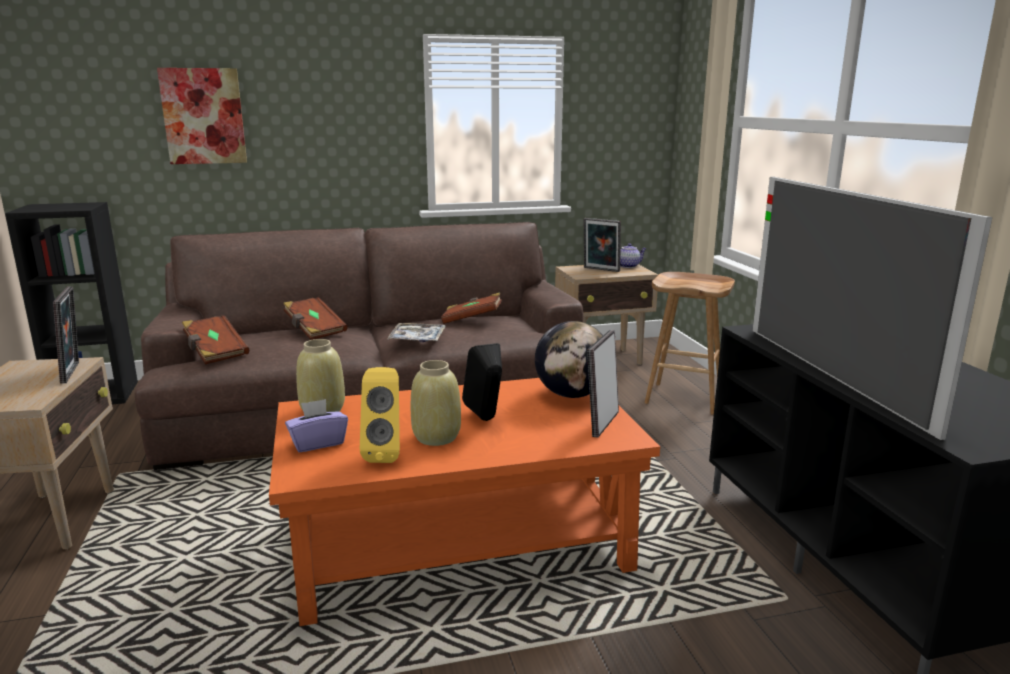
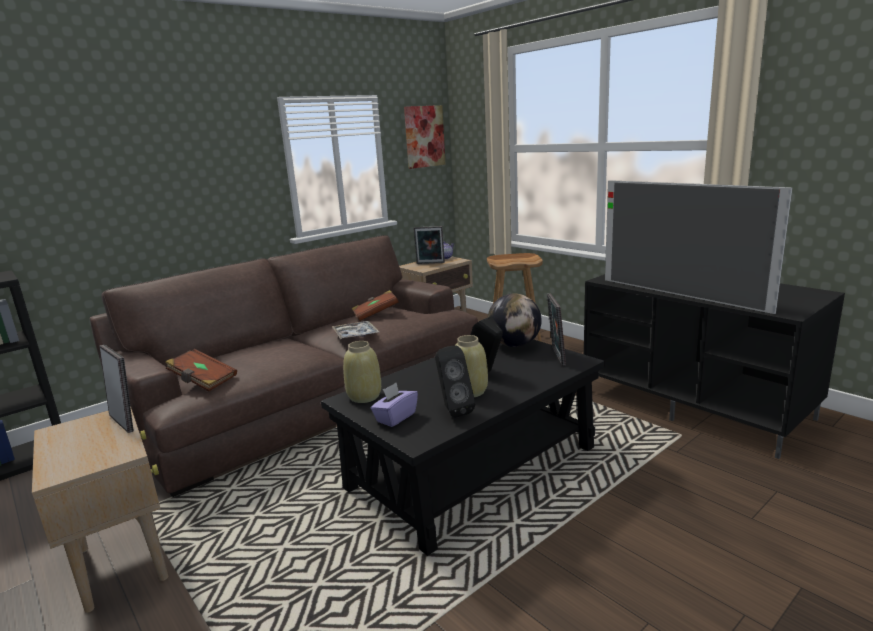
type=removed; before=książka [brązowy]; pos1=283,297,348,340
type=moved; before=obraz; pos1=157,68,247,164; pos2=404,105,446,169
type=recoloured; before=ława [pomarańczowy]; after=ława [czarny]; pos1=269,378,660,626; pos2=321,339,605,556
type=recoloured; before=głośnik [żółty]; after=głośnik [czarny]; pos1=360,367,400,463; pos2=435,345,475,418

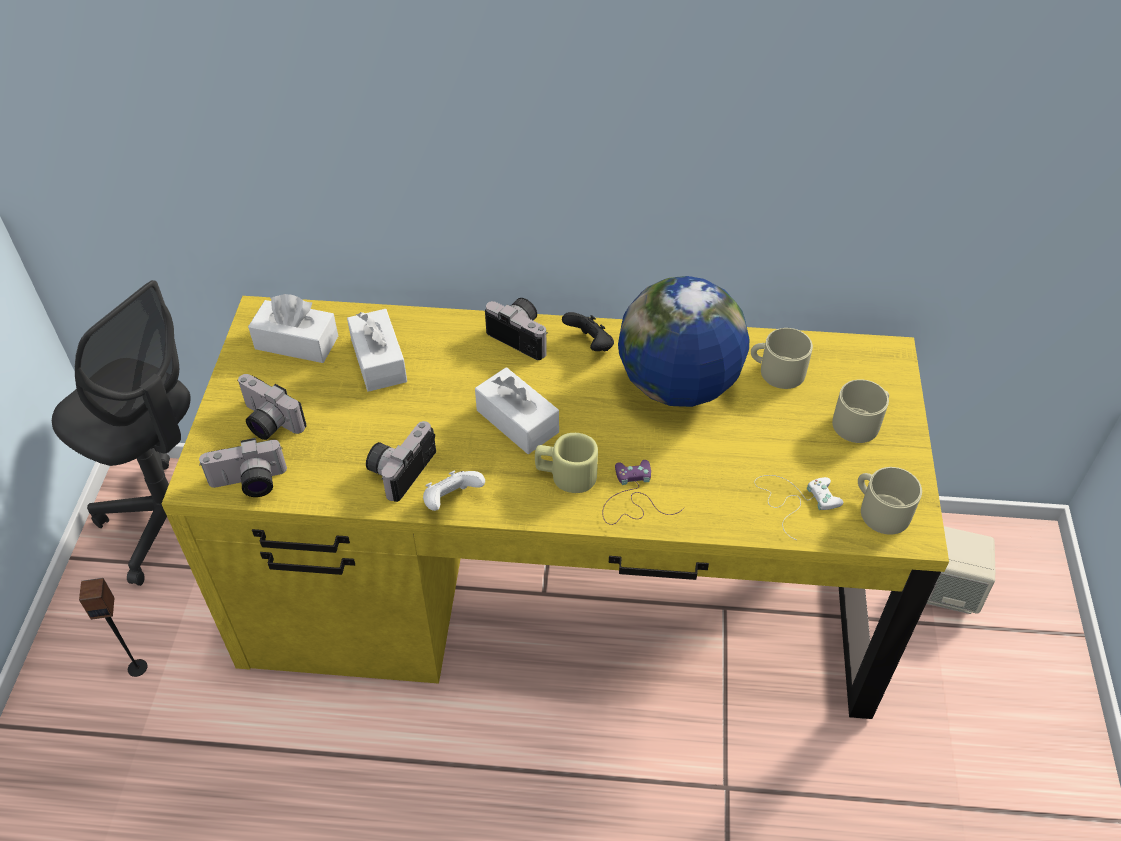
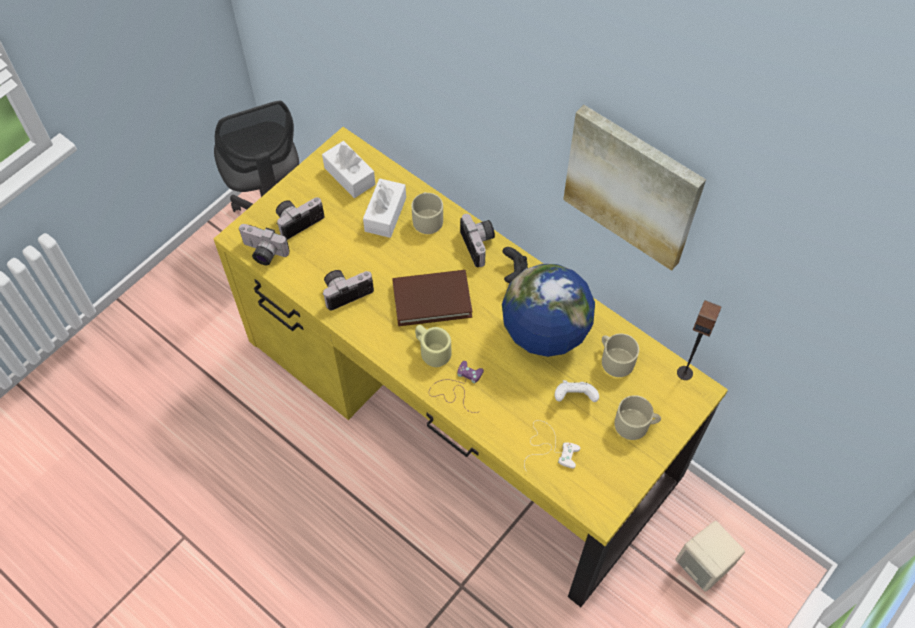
type=added; after=obraz; pos2=563,105,706,271
type=moved; before=głośnik; pos1=79,578,147,677; pos2=677,300,722,380
type=moved; before=pad do gier [biały]; pos1=423,471,485,511; pos2=555,380,599,402
type=moved; before=kubek [beżowy]; pos1=858,467,922,535; pos2=411,192,443,234
type=replaced; before=pudełko chusteczek [biały]; after=książka [brązowy]; pos1=475,367,559,454; pos2=392,270,473,326
type=turned; before=aparat fotograficzny; pos1=237,374,307,440; pos2=276,197,325,240; turn=75

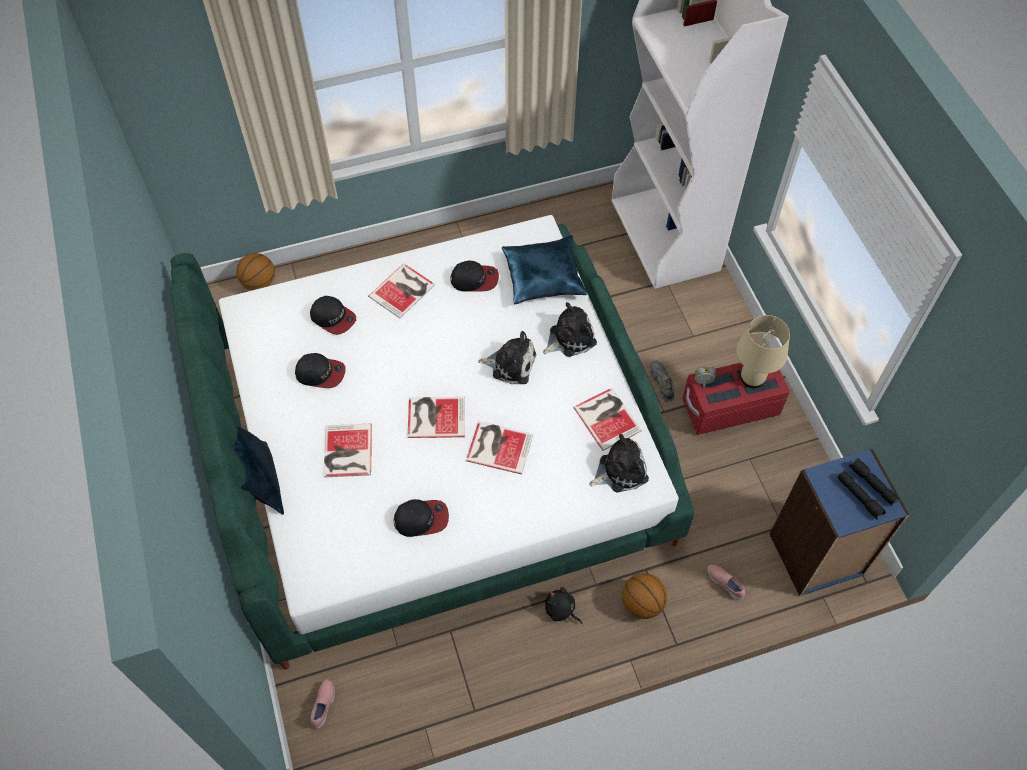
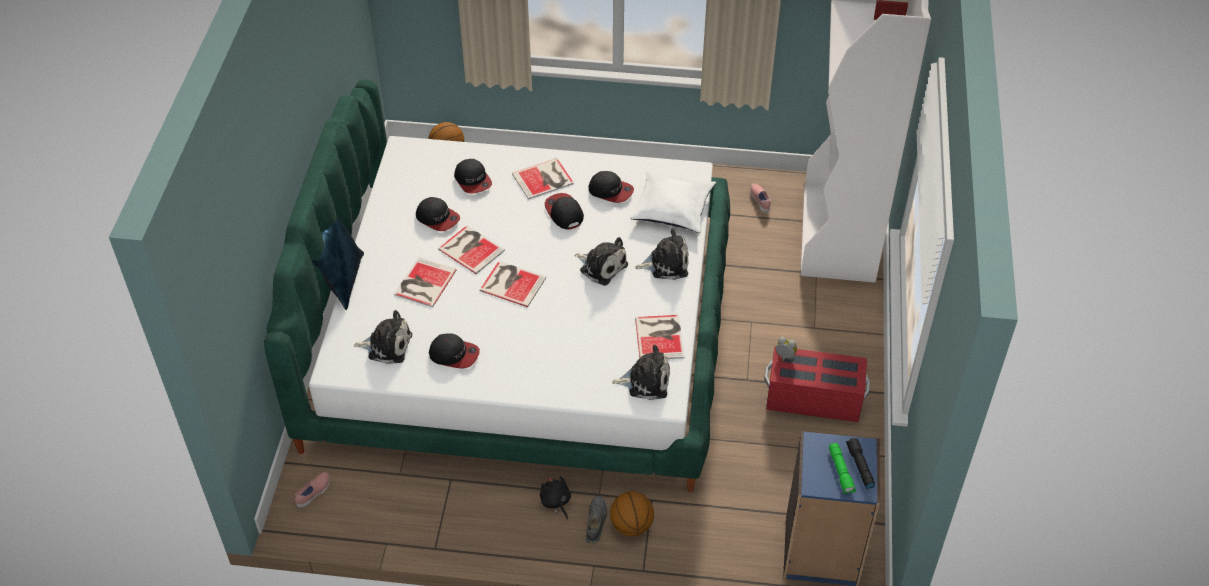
type=removed; before=lampa stołowa [beżowy]; pos1=736,315,790,388
type=added; after=pluszak; pos2=354,310,412,364
type=added; after=czapka z daszkiem; pos2=545,193,584,229
type=moved; before=książka; pos1=466,421,533,474; pos2=438,226,505,274
type=moved; before=but [szary]; pos1=650,361,674,402; pos2=586,496,607,544
type=moved; before=but [różowy]; pos1=708,565,745,600; pos2=750,183,770,213
type=recoloured; before=poduszka [niebieski]; after=poduszka [biały]; pos1=502,235,588,304; pos2=630,171,716,233
type=recoloured; before=latarka [czarny]; after=latarka [zielony]; pos1=837,471,886,519; pos2=829,443,856,494

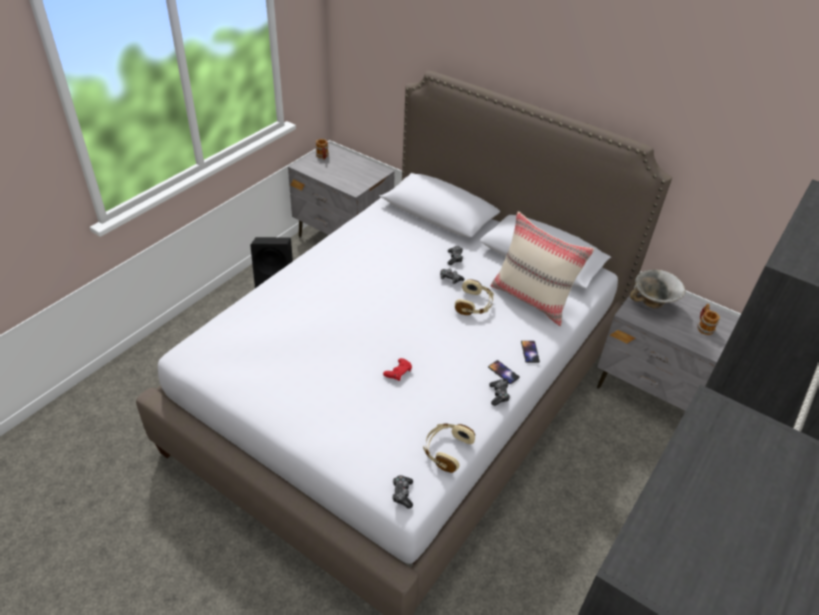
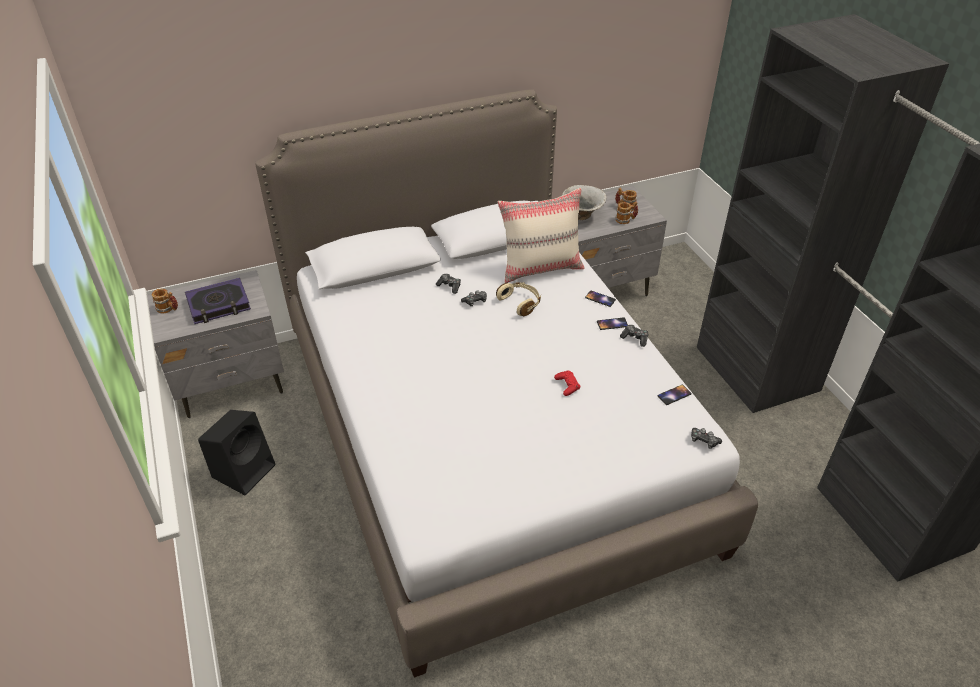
type=added; after=książka; pos2=185,278,251,324
type=added; after=kubek; pos2=615,202,638,224
type=replaced; before=słuchawki [beżowy]; after=telefon; pos1=423,423,475,473; pos2=658,385,692,405

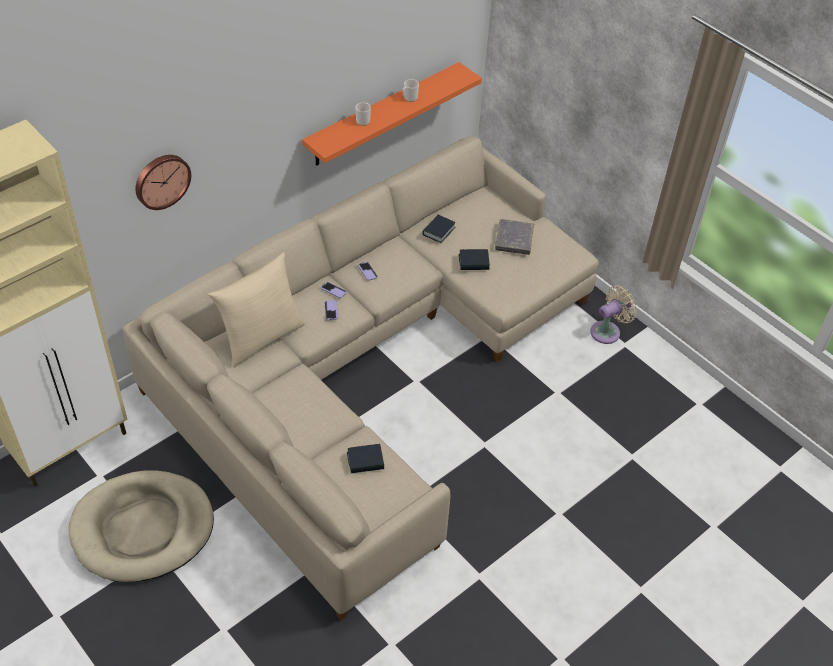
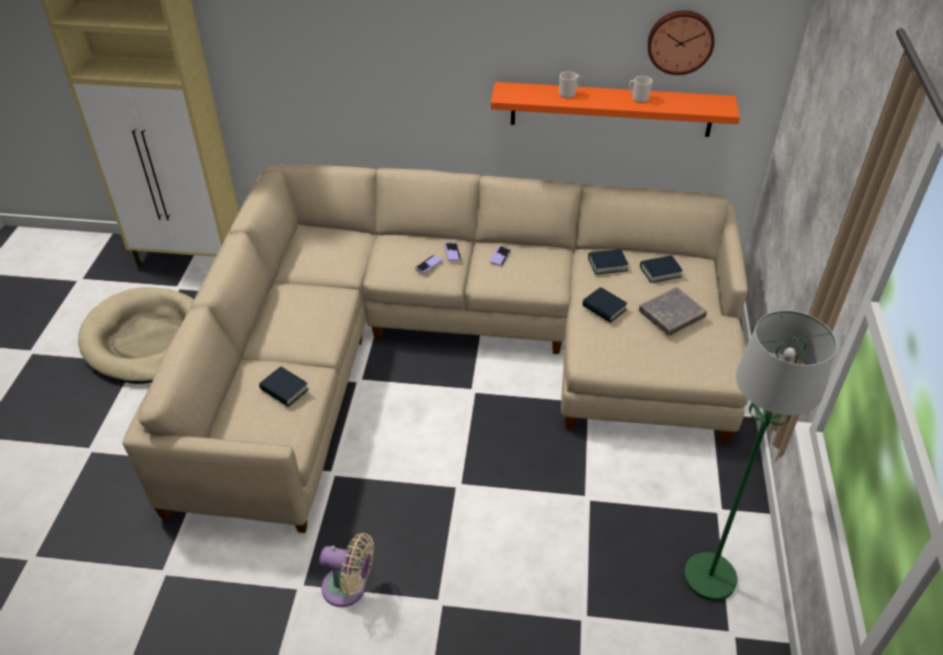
type=removed; before=poduszka [beżowy]; pos1=208,252,306,368
type=added; after=książka; pos2=640,255,683,283
type=added; after=lampa stojąca [zielony]; pos2=684,310,837,601
type=moved; before=zegar ścienny; pos1=136,155,191,210; pos2=648,10,715,75
type=moved; before=wentylator [beżowy]; pos1=590,285,637,344; pos2=320,533,374,607

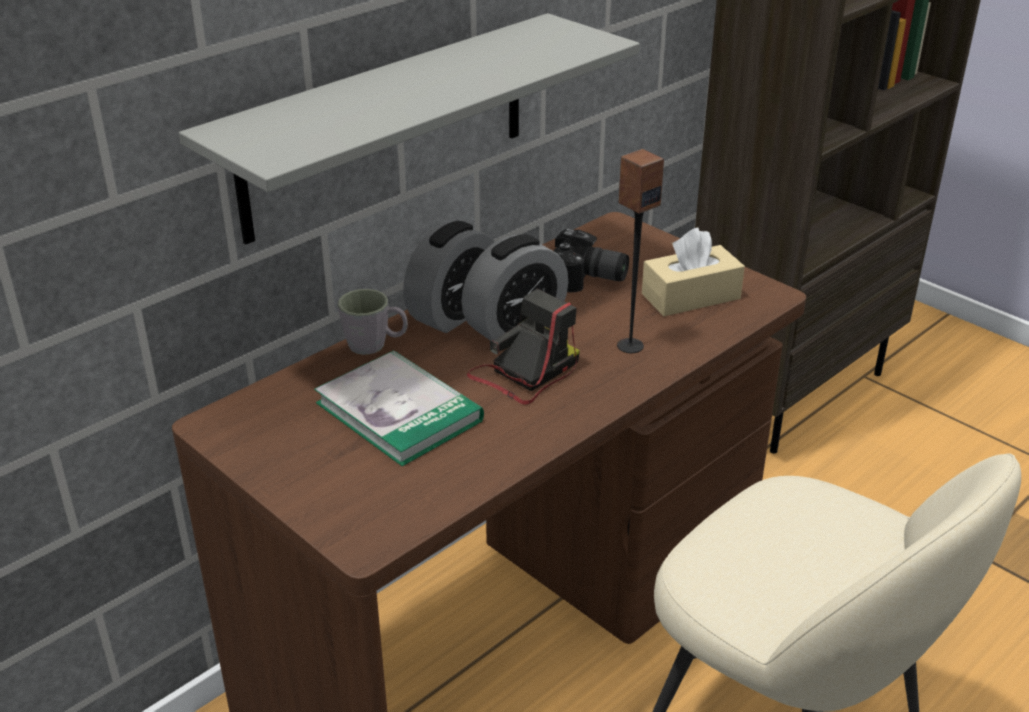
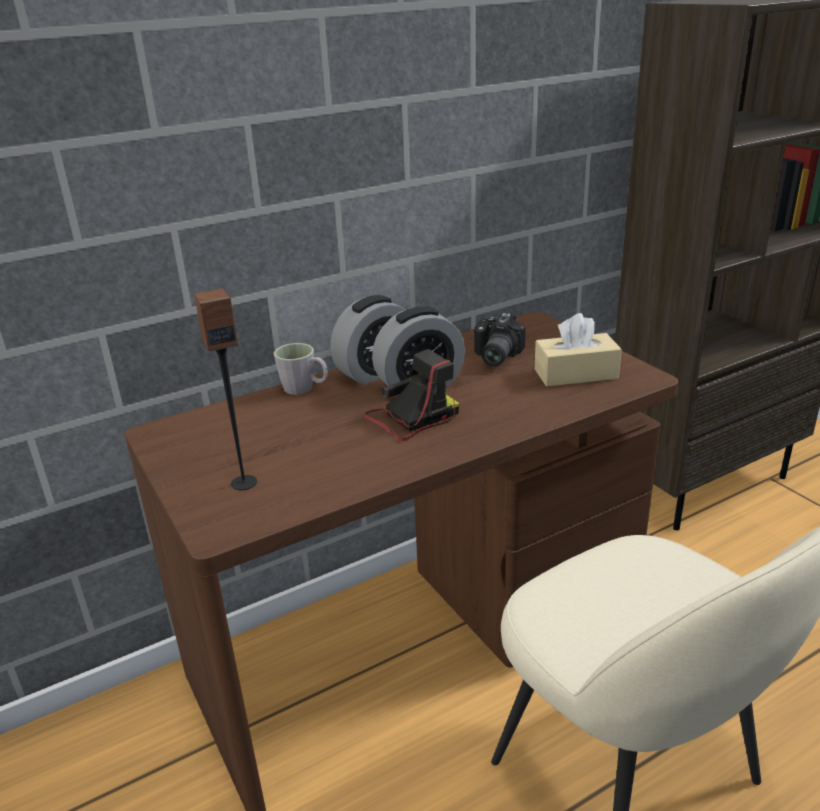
type=removed; before=półka [szary]; pos1=179,13,640,244
type=removed; before=książka; pos1=314,350,484,466
type=moved; before=głośnik; pos1=617,149,664,353; pos2=194,288,257,490
type=turned; before=aparat fotograficzny; pos1=554,229,629,292; pos2=474,313,526,367; turn=75

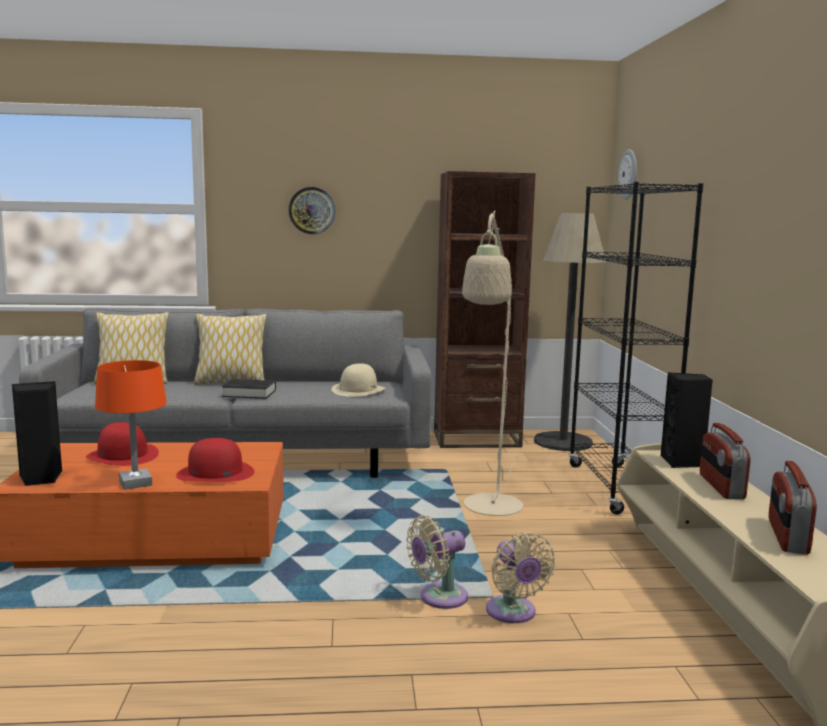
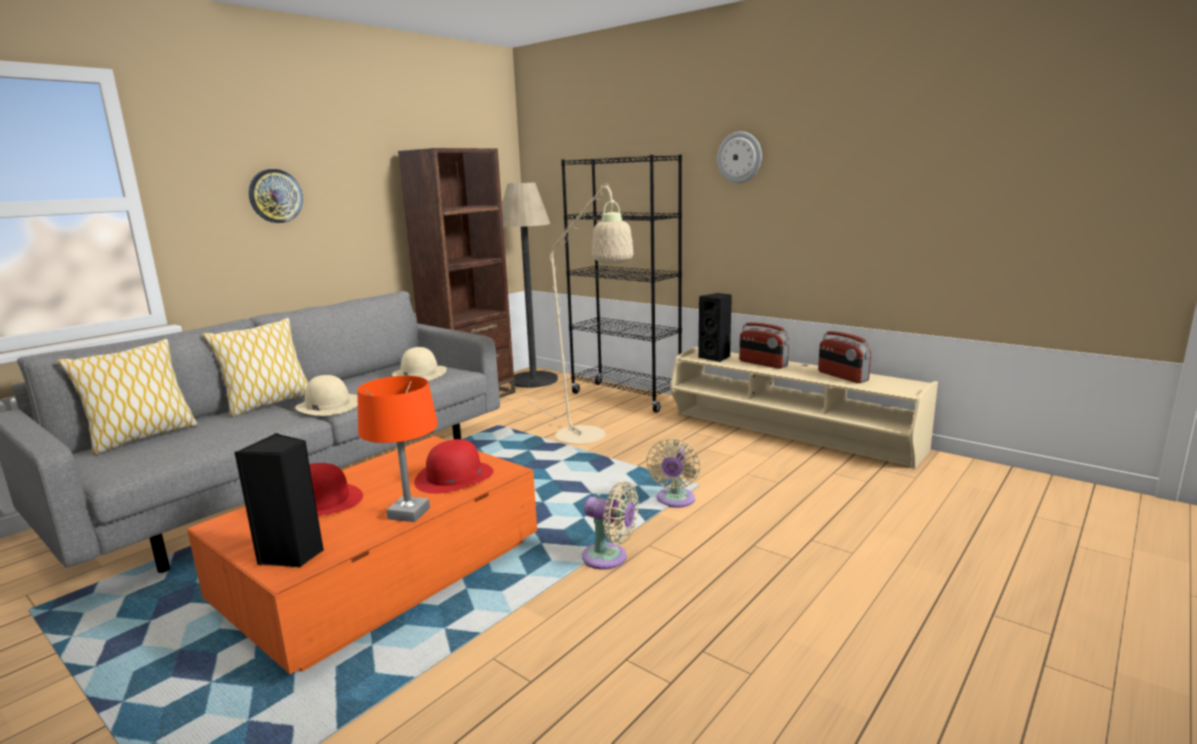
type=moved; before=wentylator [beżowy]; pos1=486,533,555,623; pos2=582,482,639,570
type=moved; before=zegar ścienny; pos1=618,149,637,200; pos2=717,131,762,183
type=replaced; before=książka [czarny]; after=kapelusz [beżowy]; pos1=222,379,276,399; pos2=295,375,358,416

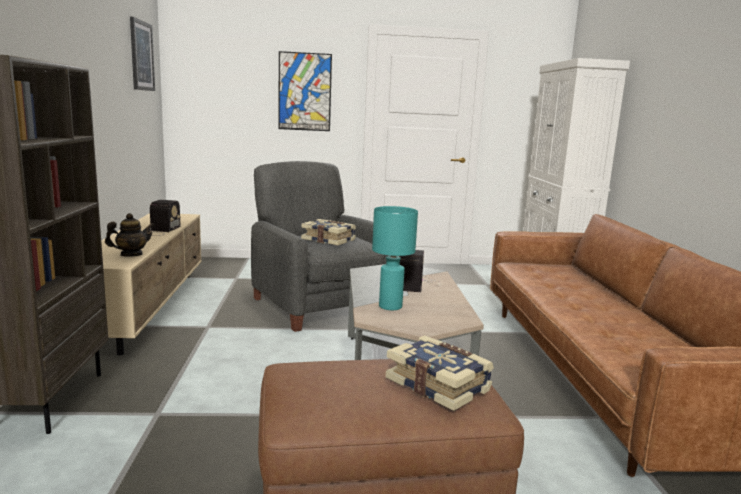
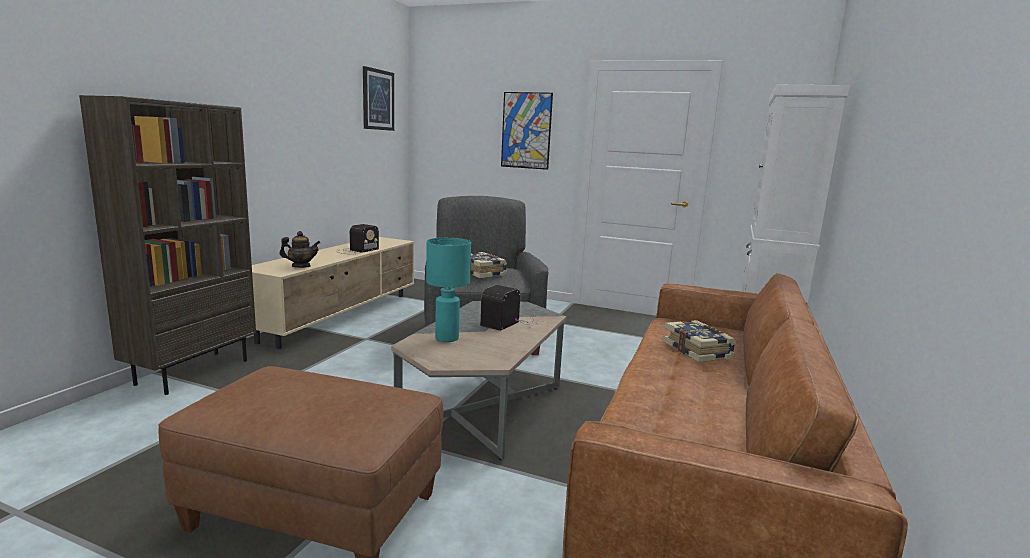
type=moved; before=książka; pos1=386,335,494,411; pos2=663,320,736,362

